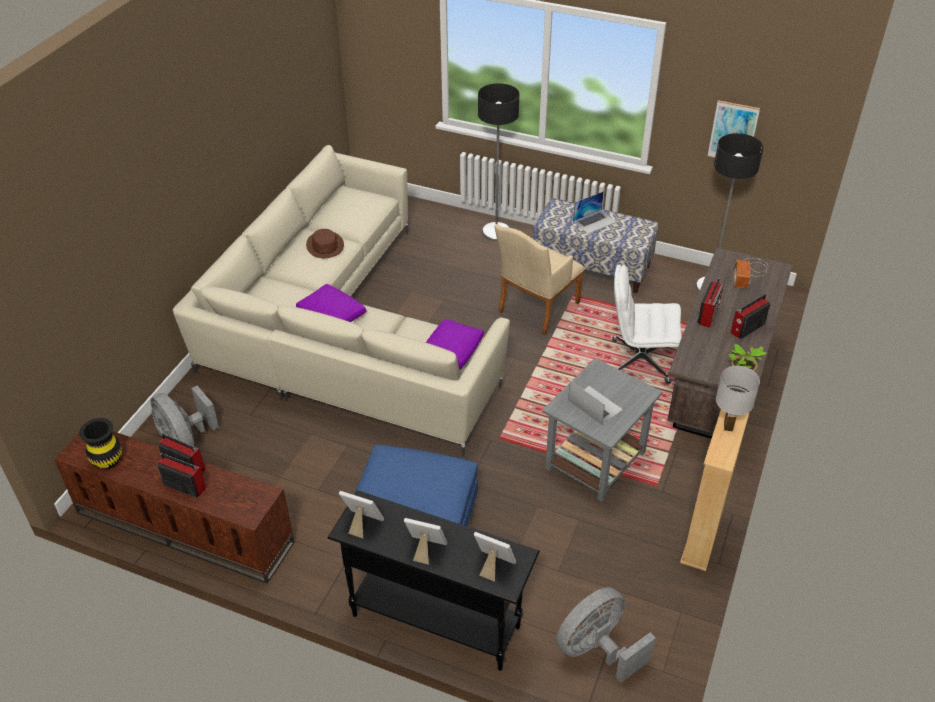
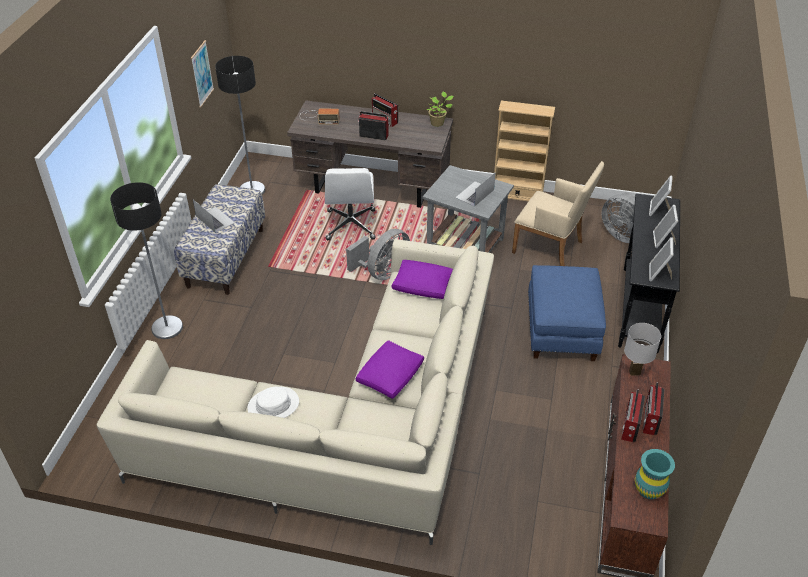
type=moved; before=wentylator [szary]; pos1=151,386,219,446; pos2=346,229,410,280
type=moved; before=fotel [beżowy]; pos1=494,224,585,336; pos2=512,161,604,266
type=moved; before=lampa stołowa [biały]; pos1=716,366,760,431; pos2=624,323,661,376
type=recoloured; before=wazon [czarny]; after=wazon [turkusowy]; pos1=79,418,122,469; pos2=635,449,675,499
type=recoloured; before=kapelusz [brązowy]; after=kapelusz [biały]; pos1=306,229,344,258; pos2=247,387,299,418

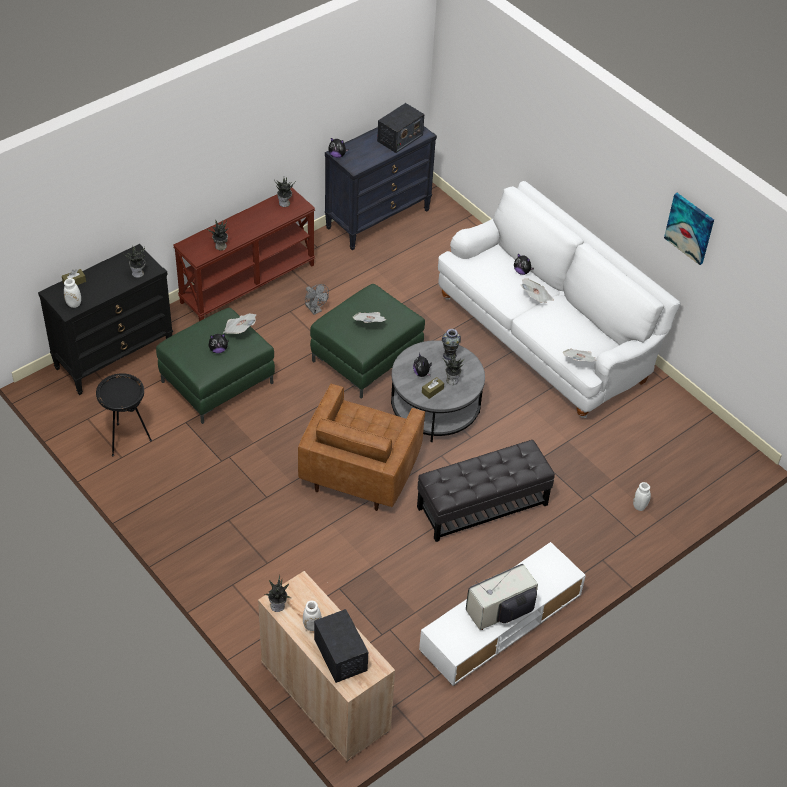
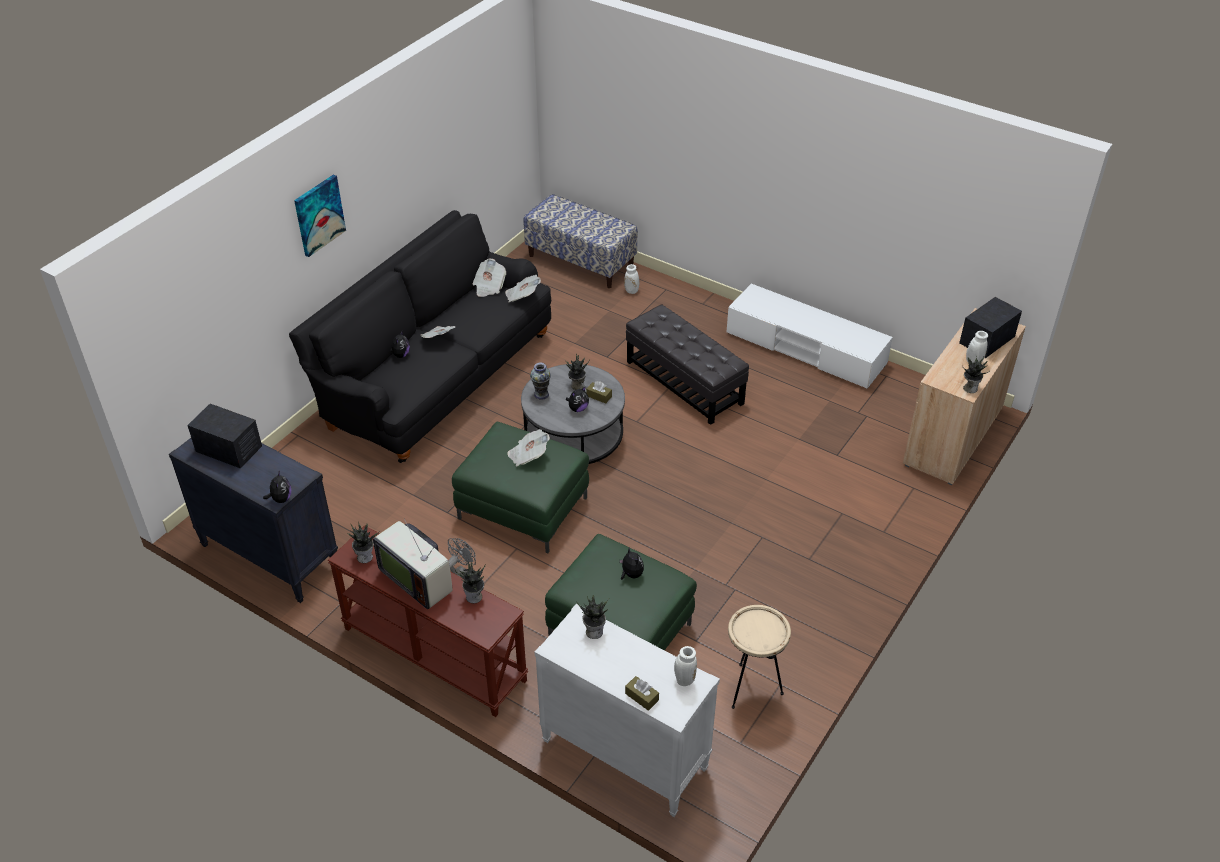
type=removed; before=fotel [brązowy]; pos1=298,383,425,511
type=added; after=ławka; pos2=523,194,638,288
type=moved; before=gazeta; pos1=223,313,256,334; pos2=473,259,506,297
type=moved; before=telewizor; pos1=466,564,538,630; pos2=373,519,453,609
type=moved; before=obraz; pos1=664,193,714,265; pos2=294,175,346,257
type=recoloured; before=komoda [czarny]; after=komoda [biały]; pos1=38,244,173,395; pos2=534,604,720,817
type=recoloured; before=stolik [czarny]; after=stolik [beżowy]; pos1=96,373,152,456; pos2=728,605,791,709
type=recoloured; before=kanapa [biały]; after=kanapa [czarny]; pos1=438,181,681,418; pos2=289,210,551,463

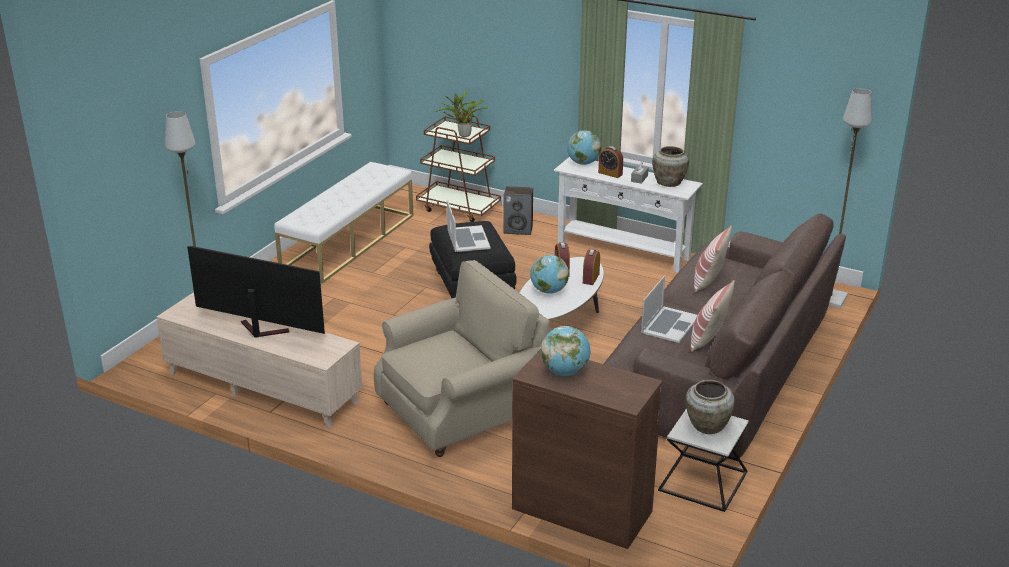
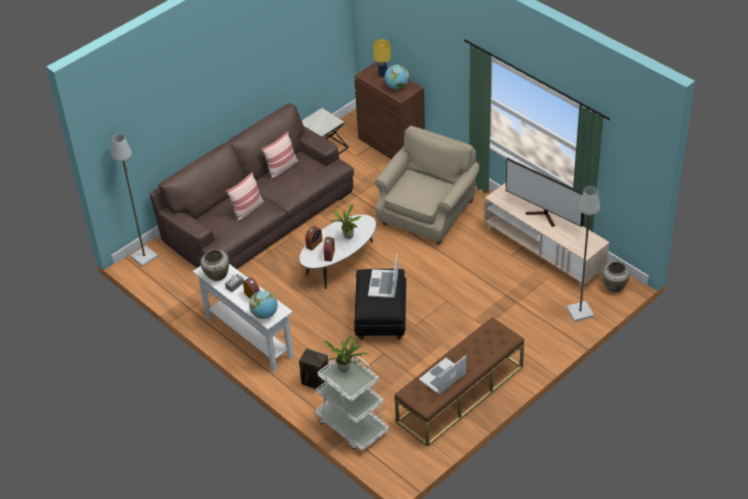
type=added; after=lampa stołowa [żółty]; pos2=373,39,391,78
type=moved; before=laptop; pos1=641,276,697,343; pos2=419,355,466,395
type=moved; before=wazon [beżowy]; pos1=686,380,735,434; pos2=602,261,630,292
type=replaced; before=globus; after=roślina doniczkowa; pos1=530,255,569,294; pos2=331,204,362,239
type=recoloured; before=ławka [biały]; after=ławka [brązowy]; pos1=274,162,413,284; pos2=395,317,524,447
type=recoloured; before=wózek [brązowy]; after=wózek [biały]; pos1=416,113,501,222; pos2=315,352,389,451
type=turned; before=fotel [beżowy]; pos1=374,260,550,457; pos2=375,126,480,245; turn=135

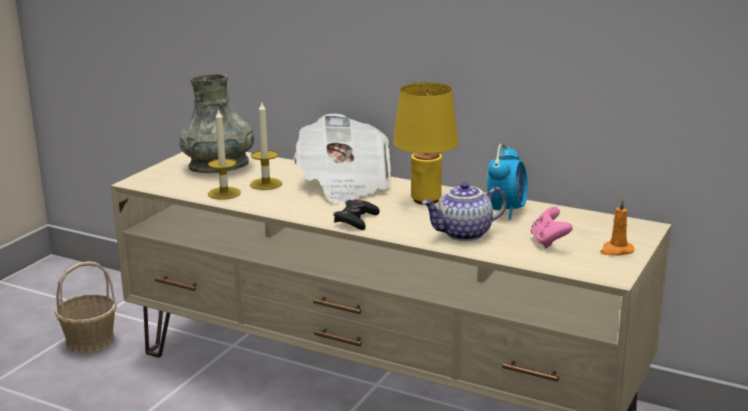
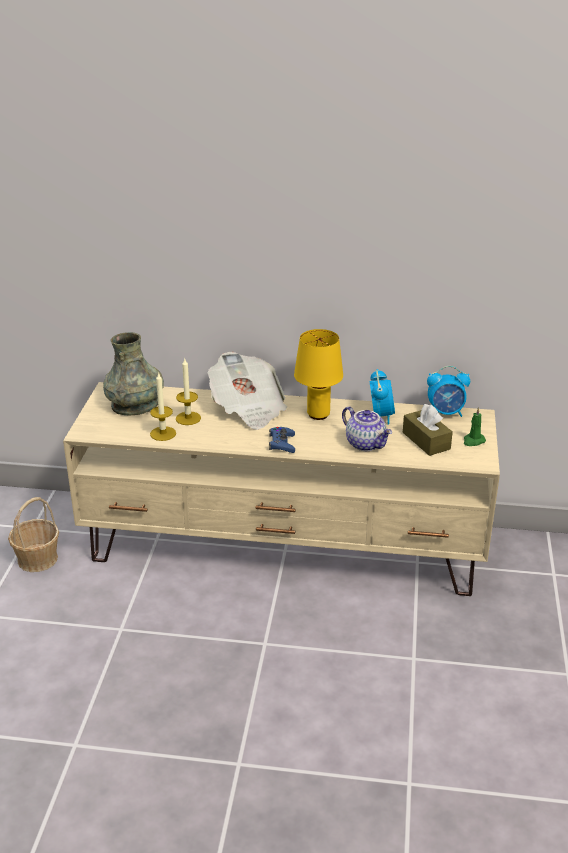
type=added; after=budzik; pos2=427,366,470,417
type=replaced; before=pad do gier [różowy]; after=pudełko chusteczek [brązowy]; pos1=530,207,573,248; pos2=403,404,453,456
type=recoloured; before=pad do gier [czarny]; after=pad do gier [niebieski]; pos1=333,199,379,230; pos2=269,427,295,453
type=recoloured; before=świeca [pomarańczowy]; after=świeca [zielony]; pos1=600,198,635,256; pos2=464,407,486,446
type=turned; before=imbryk; pos1=422,182,507,241; pos2=342,406,392,451; turn=-90

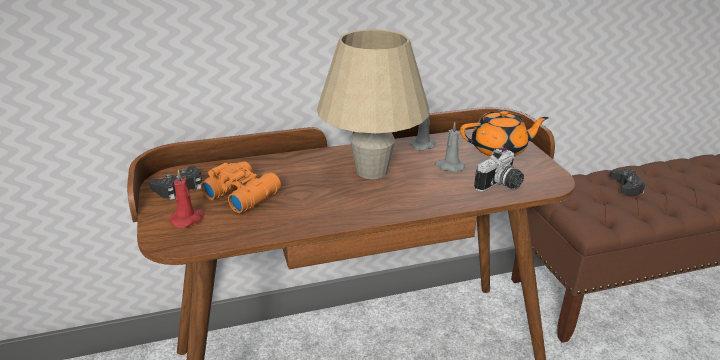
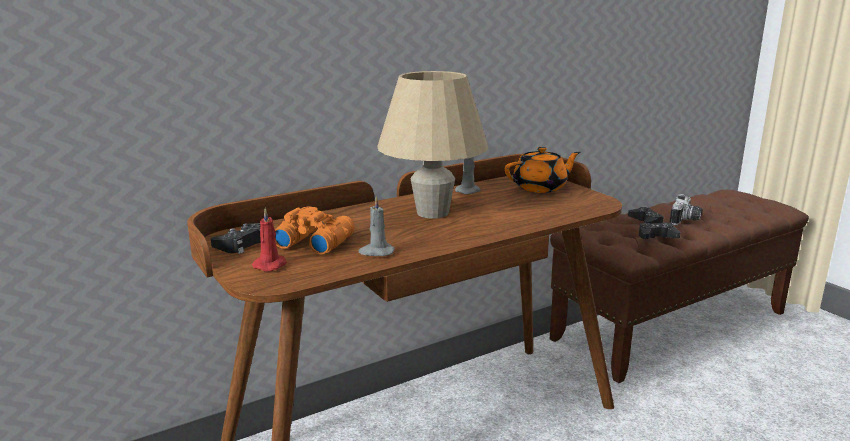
type=added; after=pad do gier [czarny]; pos2=639,222,681,239
type=moved; before=świeca [szary]; pos1=435,122,465,172; pos2=359,196,395,256
type=moved; before=aparat fotograficzny; pos1=474,149,524,192; pos2=670,194,702,225

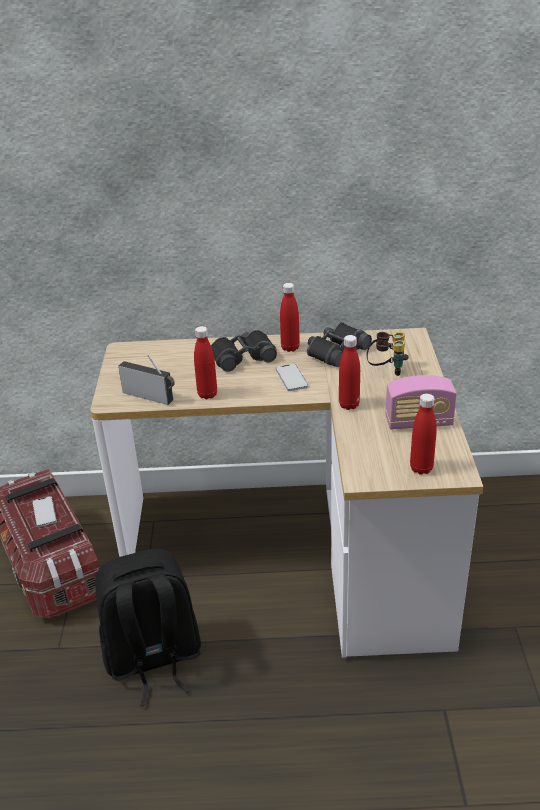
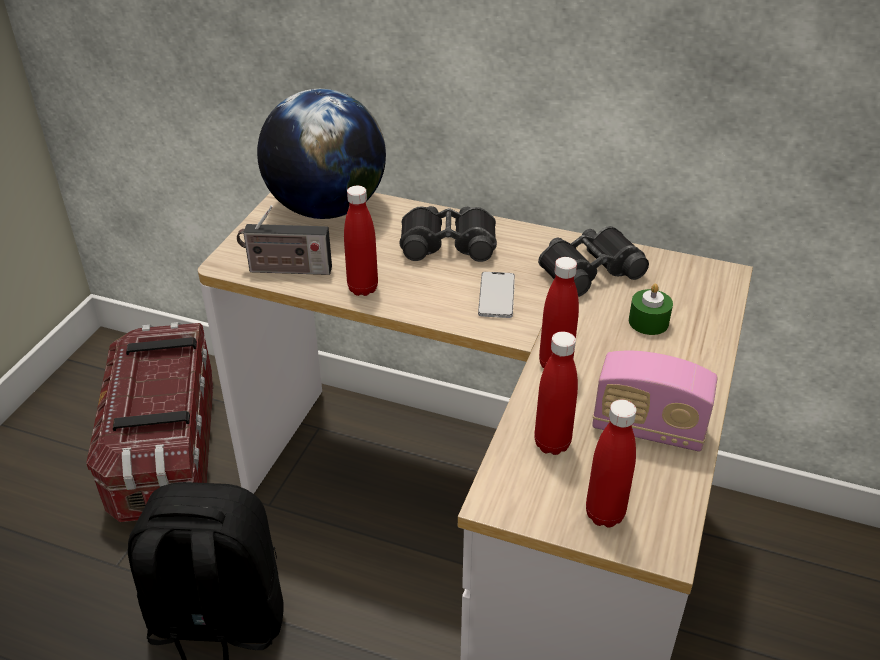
type=removed; before=telefon; pos1=32,496,57,527
type=added; after=globus; pos2=257,89,386,219
type=moved; before=butelka [czerwony]; pos1=280,283,300,352; pos2=534,331,578,455
type=replaced; before=lornetka; after=świeca [zielony]; pos1=366,332,409,376; pos2=629,284,673,335
type=turned; before=radio; pos1=118,355,175,405; pos2=237,205,332,275; turn=135

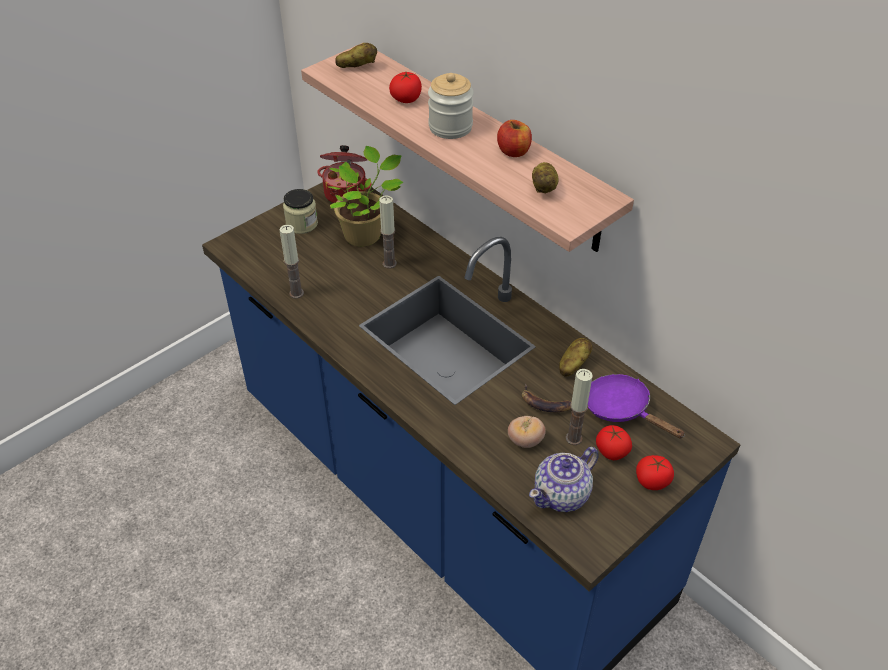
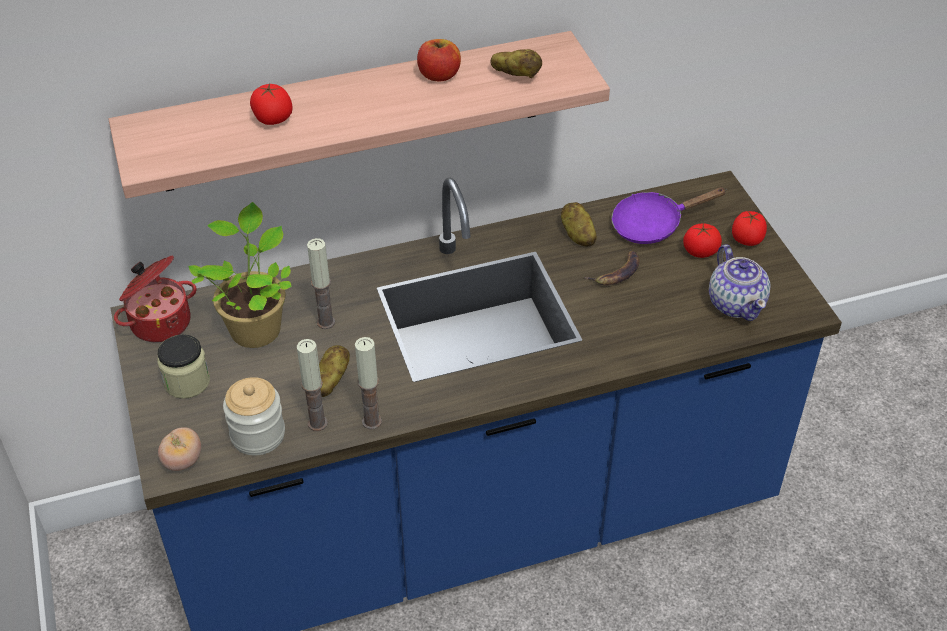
type=moved; before=ziemniak; pos1=336,43,377,68; pos2=319,345,350,397
type=moved; before=słoik; pos1=428,73,474,139; pos2=223,377,285,455
type=moved; before=pomidor; pos1=508,416,546,448; pos2=158,427,201,471
type=moved; before=świeca; pos1=566,369,593,445; pos2=355,337,382,430

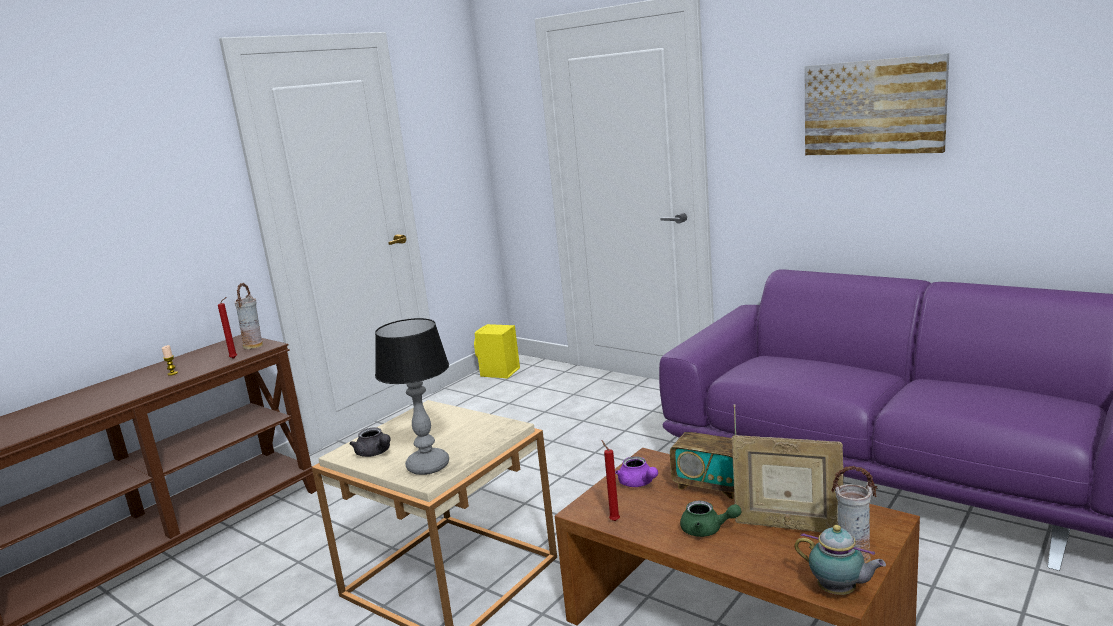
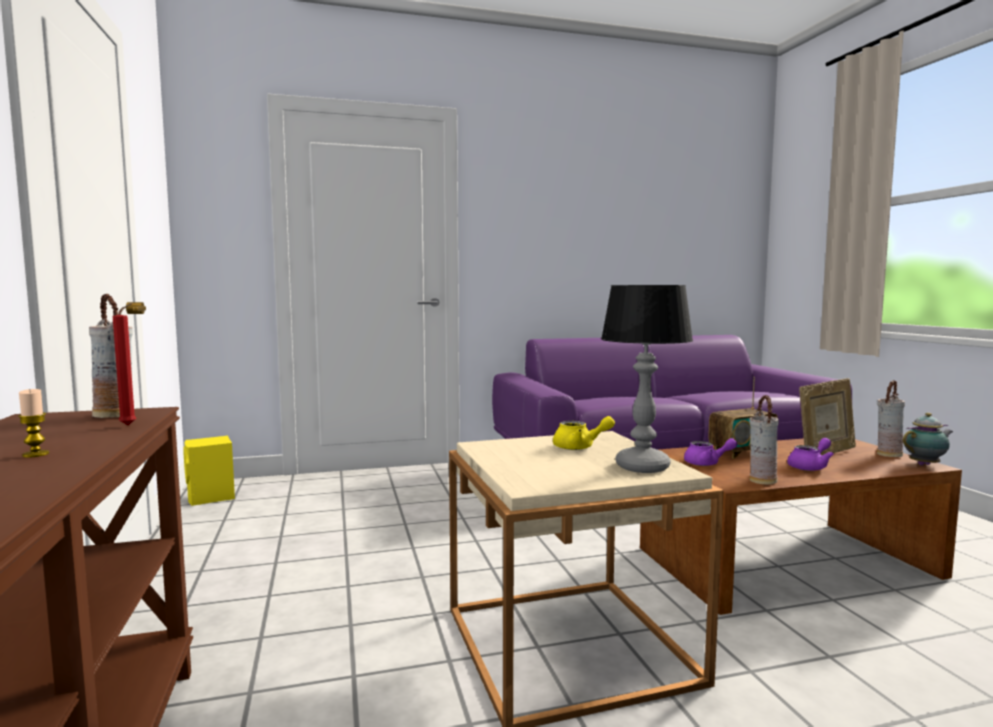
type=removed; before=imbryk [szary]; pos1=349,427,391,457
type=removed; before=obraz; pos1=804,53,949,155
type=added; after=imbryk [żółty]; pos2=553,416,615,450
type=replaced; before=świeca [czerwony]; after=wazon; pos1=602,441,620,521; pos2=749,395,779,485
type=recoloured; before=imbryk [zielony]; after=imbryk [fioletowy]; pos1=680,501,741,537; pos2=787,438,834,471

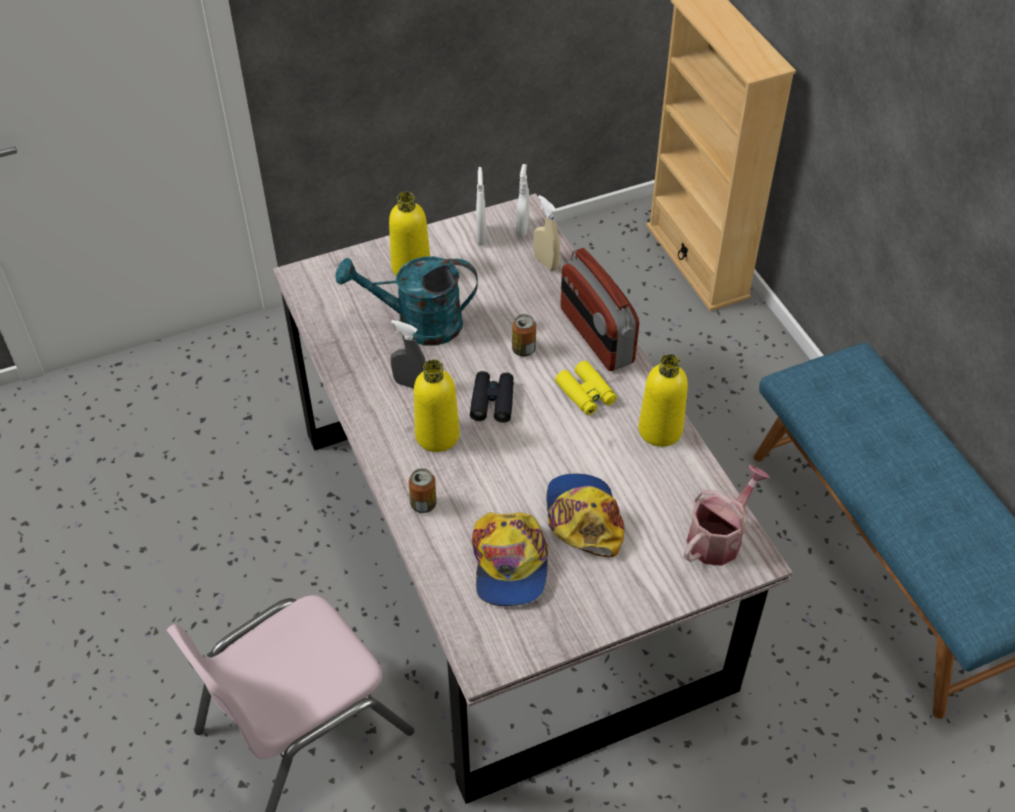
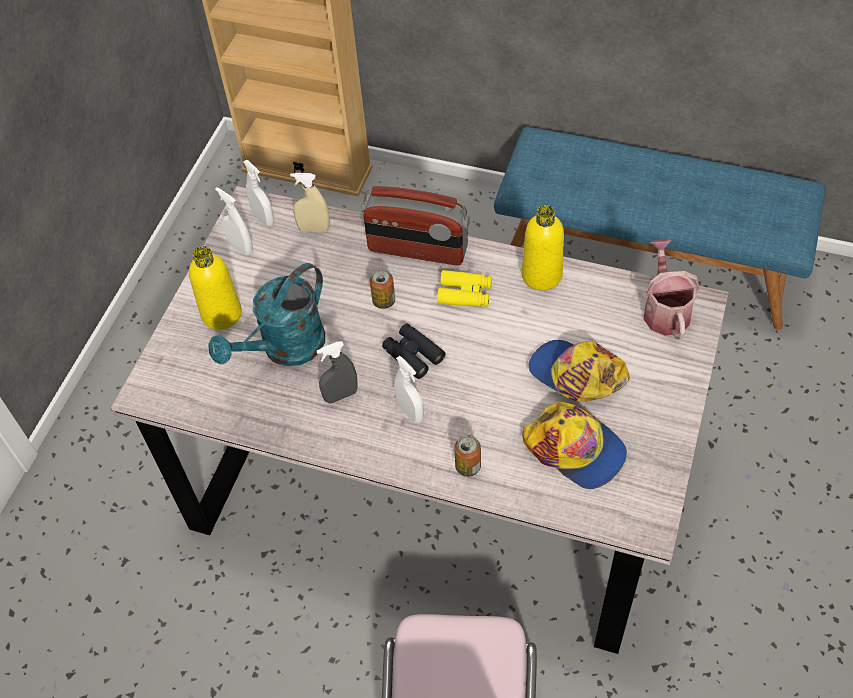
type=replaced; before=butelka [żółty]; after=spryskiwacz [biały]; pos1=414,359,460,452; pos2=394,356,424,423

